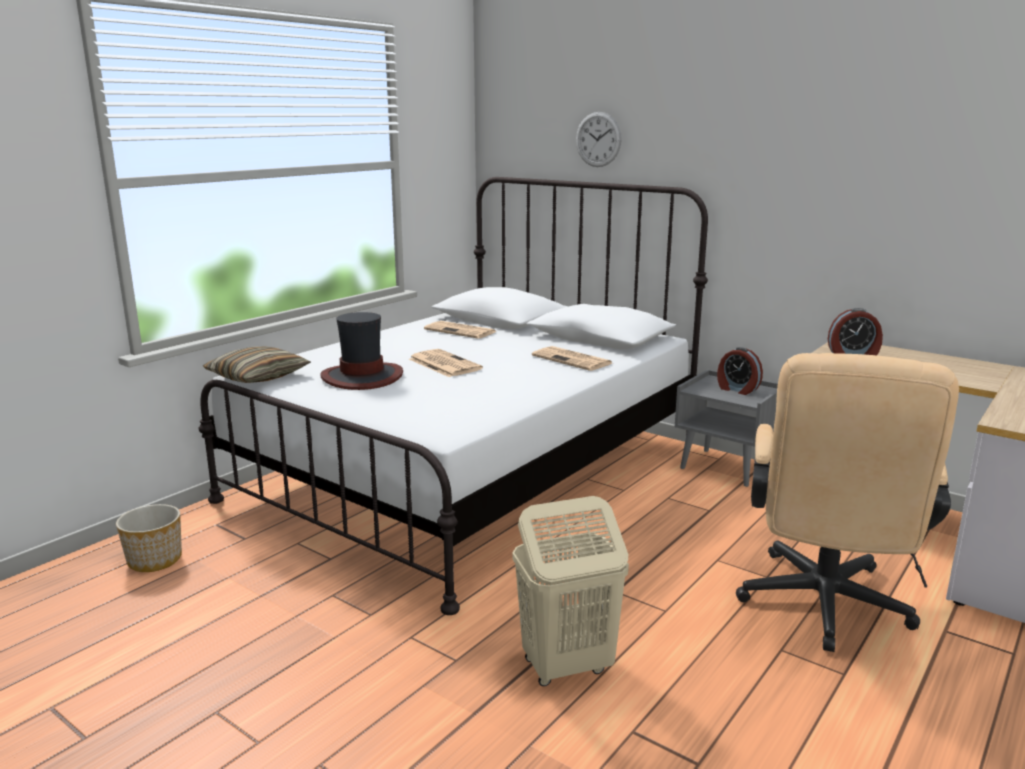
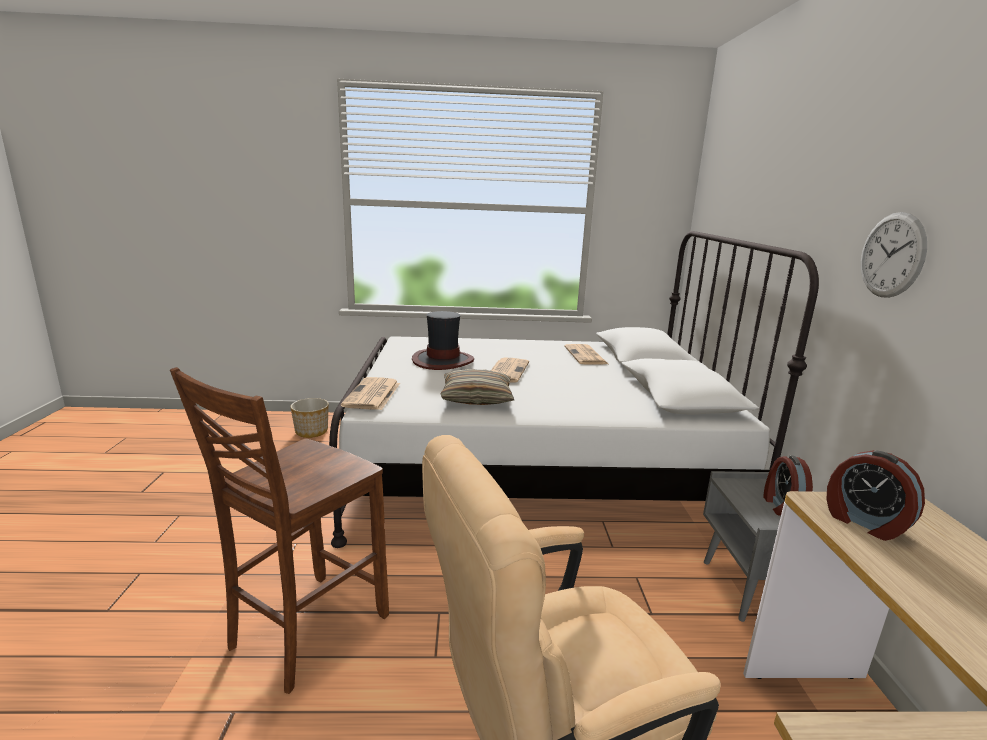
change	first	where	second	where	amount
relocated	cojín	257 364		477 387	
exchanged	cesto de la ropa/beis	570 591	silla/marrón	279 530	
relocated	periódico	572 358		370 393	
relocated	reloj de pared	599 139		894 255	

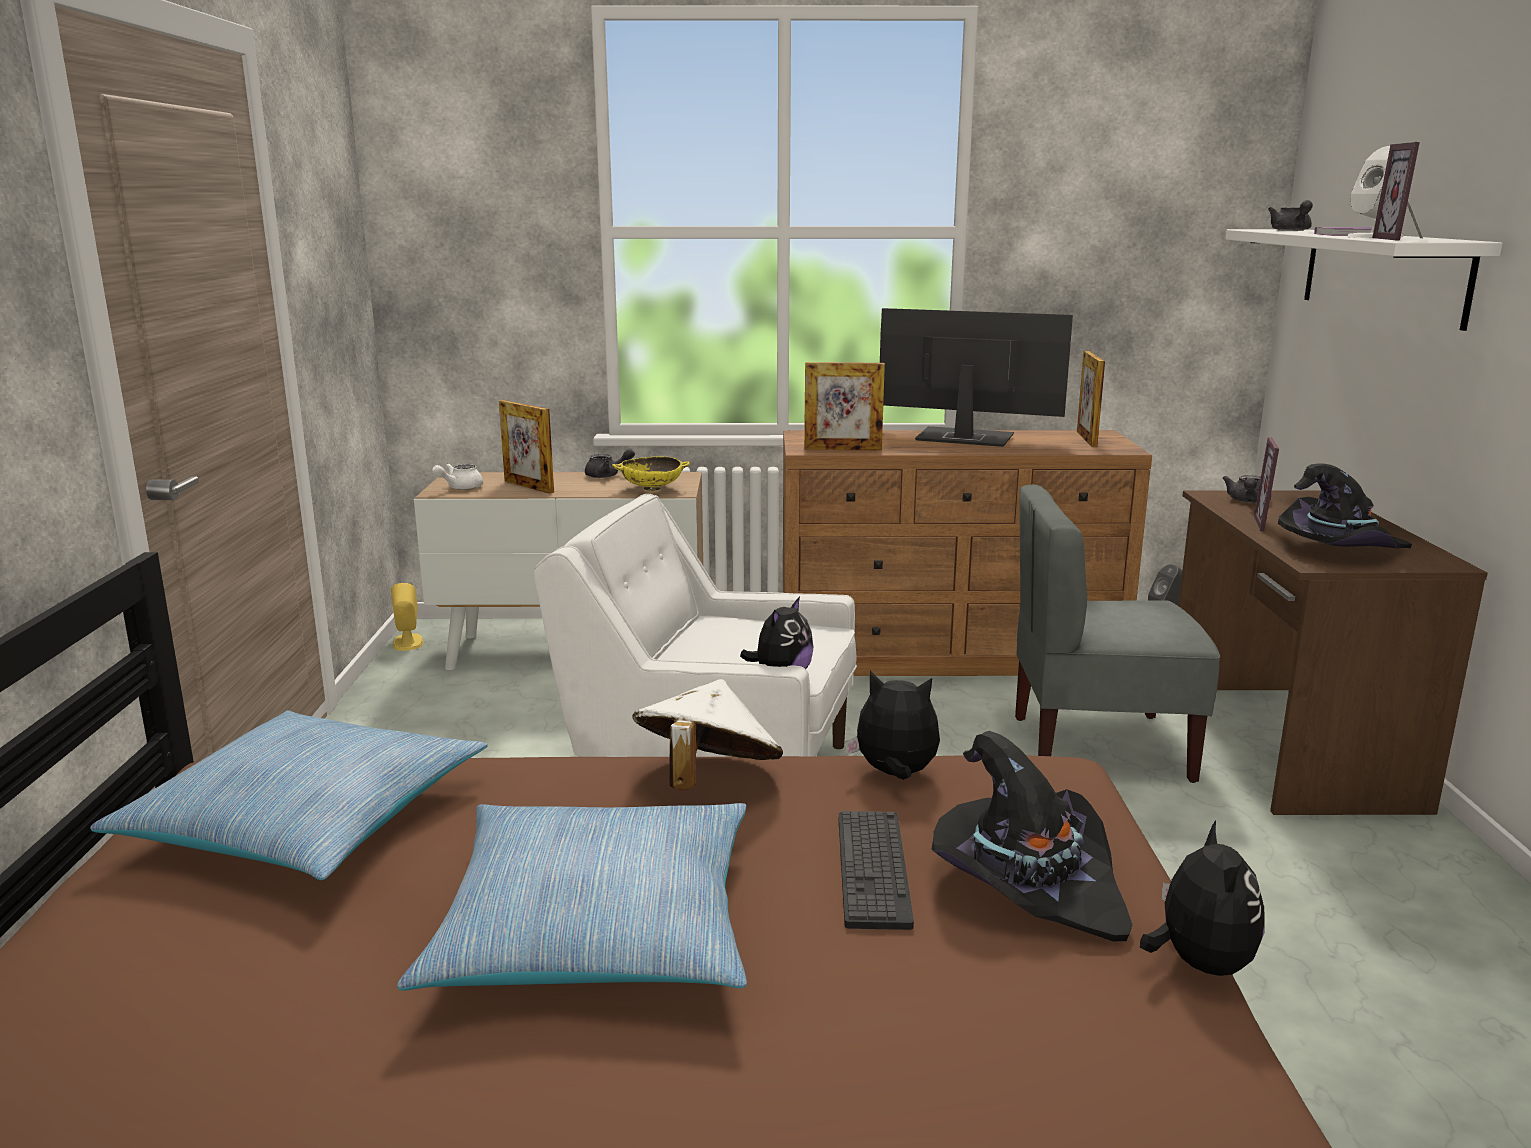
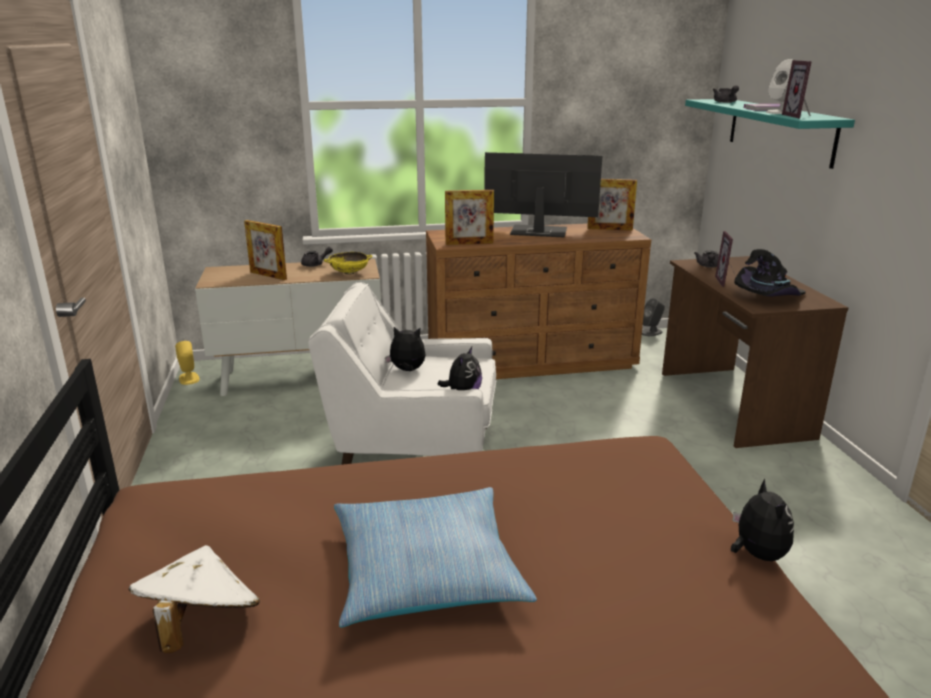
change	first	where	second	where	amount
missing	cojín	289 795			
missing	tetera/blanco	457 477			
relocated	sombrero/blanco	707 735		194 599	
missing	teclado	876 870			
relocated	peluche	892 725		405 349	
missing	sombrero/negro	1032 836			
missing	silla/gris	1117 634			
spun	portarretratos	1091 399		612 205	75 degrees counterclockwise
colour	estante/blanco	1364 280	estante/turquesa	770 134	

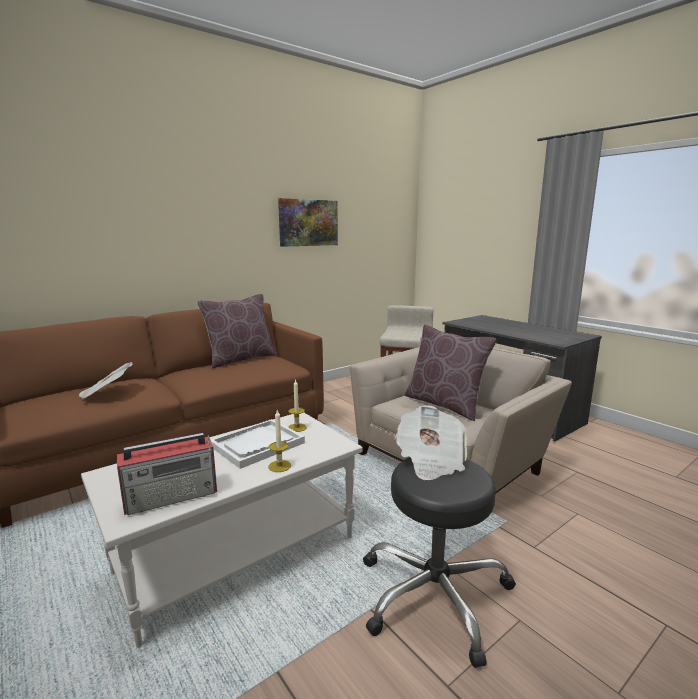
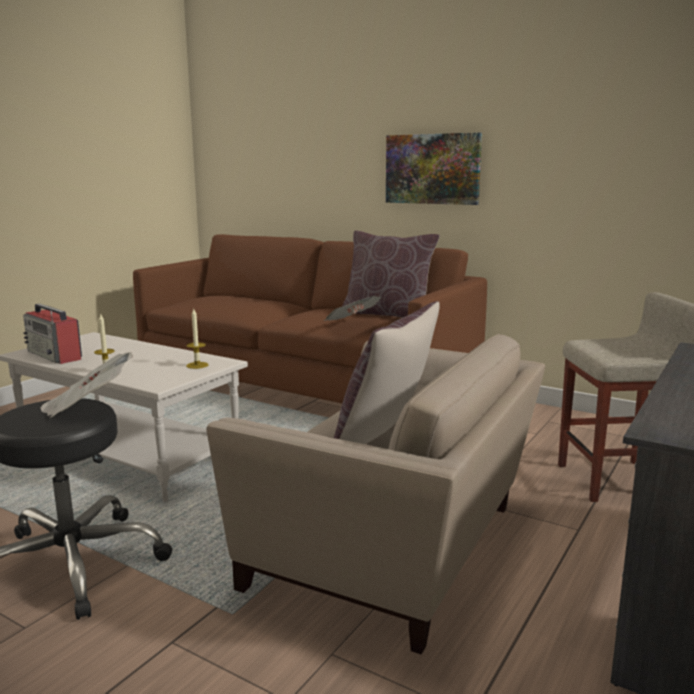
change	first	where	second	where	amount
relocated	periódico	105 381		352 308	
missing	bandeja/blanco	258 444			
relocated	cuadro	308 222		434 168	

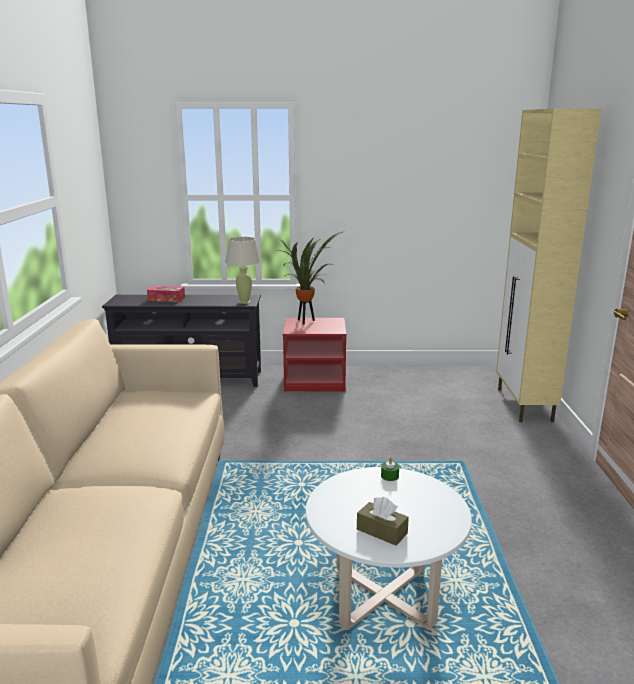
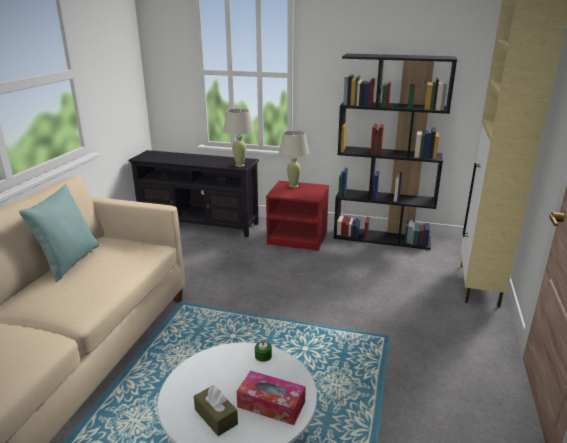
change	first	where	second	where	amount
relocated	caja de pañuelos	166 294		271 398	
exchanged	planta en maceta	309 277	lámpara de mesa/beis	294 159	
appeared			cojín/turquesa	59 233	
appeared			estantería/negro	395 152	

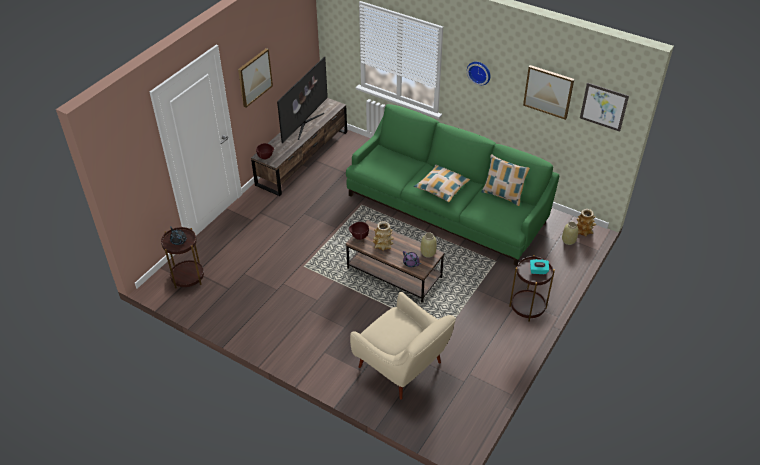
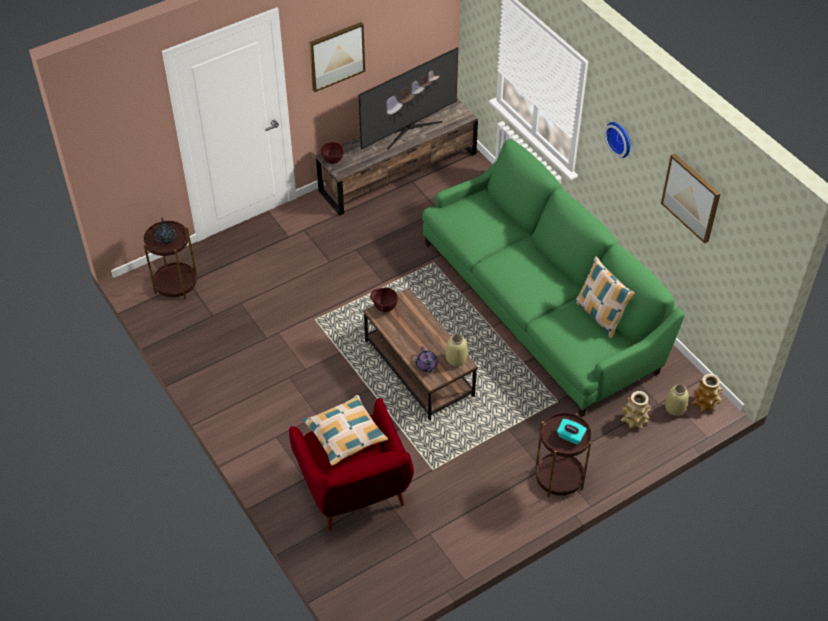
change	first	where	second	where	amount
colour	sillón/beis	403 346	sillón/rojo	351 464	
relocated	florero	383 236		636 410	
relocated	cojín	442 183		345 430	
missing	cuadro	604 107			

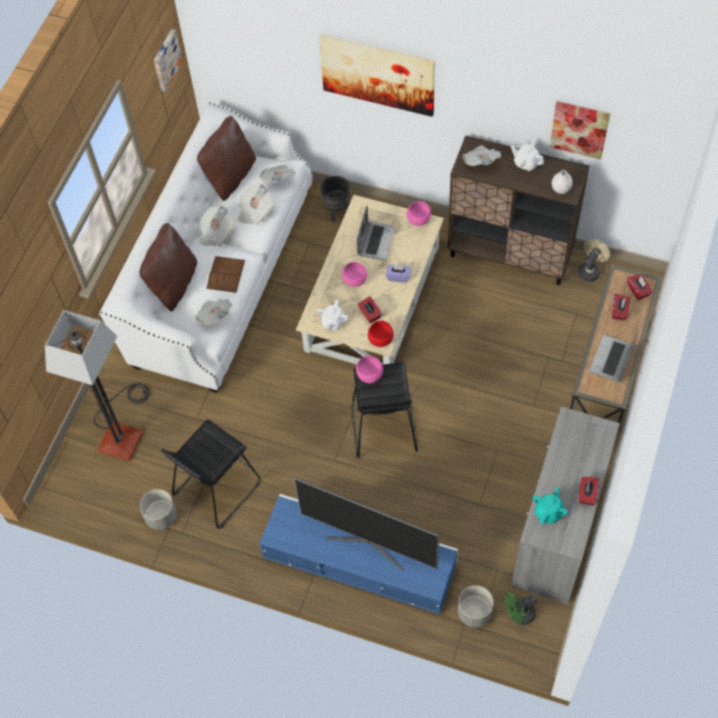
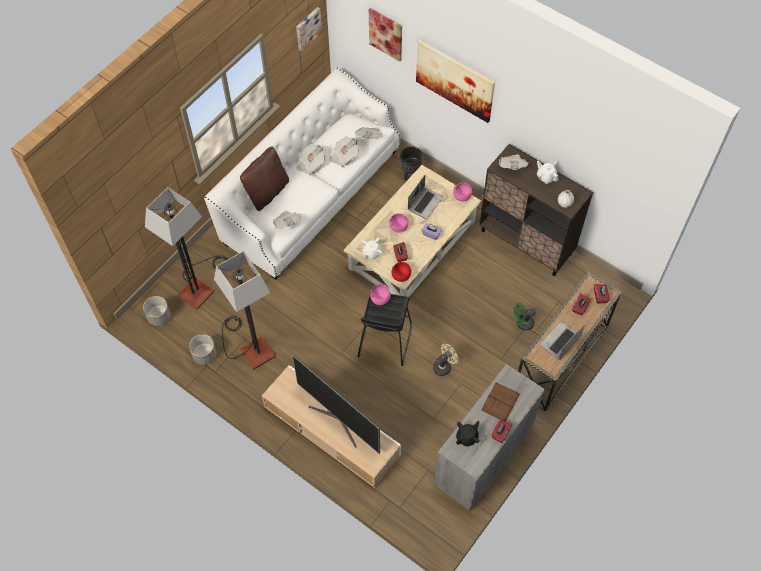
change	first	where	second	where	amount
exchanged	taburete/negro	210 474	lámpara de pie	245 310	
missing	cojín/marrón	226 158			
relocated	libro/marrón	225 274		500 402	
colour	mueble de televisión/azul	358 554	mueble de televisión/beis	331 426	
relocated	maceta/gris	475 607		157 311	
relocated	ventilador/verde	521 608		525 316	
colour	tetera/turquesa	551 506	tetera/negro	467 433	
relocated	cuadro	580 130		385 35	
relocated	ventilador/beis	594 260		445 360	

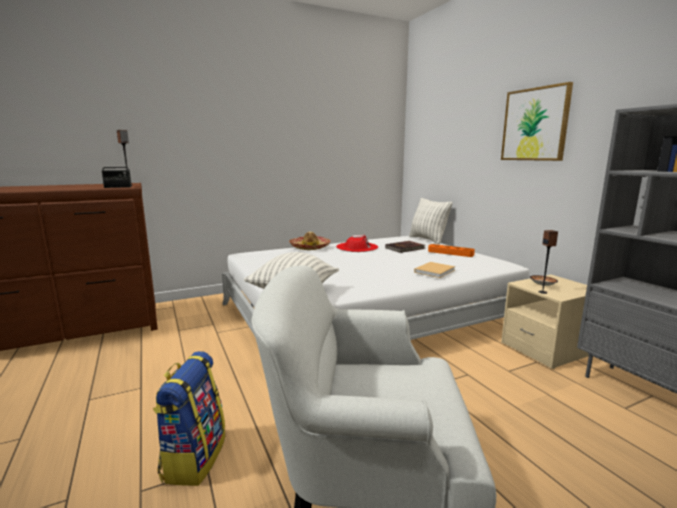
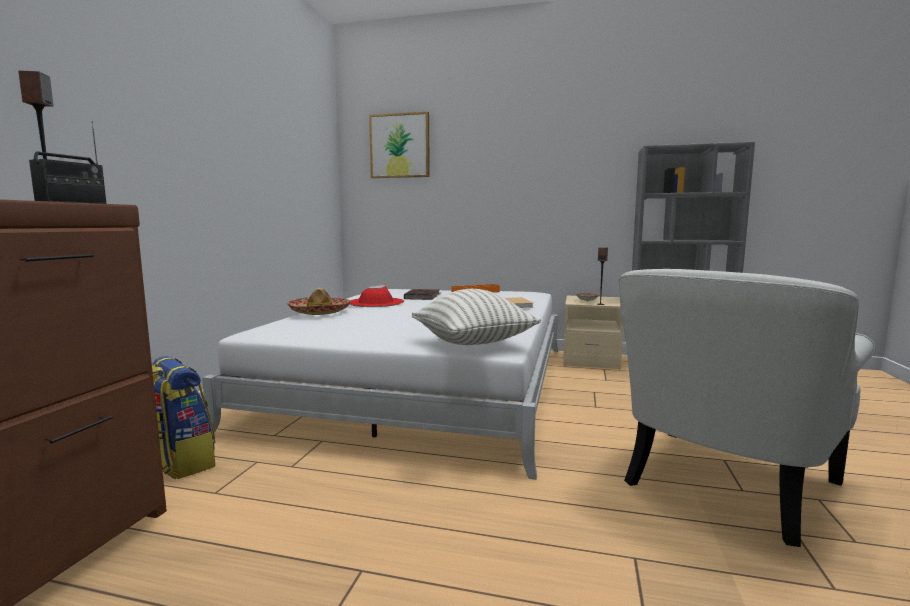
change	first	where	second	where	amount
relocated	mochila	189 418		183 417	
missing	cojín	431 221			
relocated	cuadro	537 121		399 145	

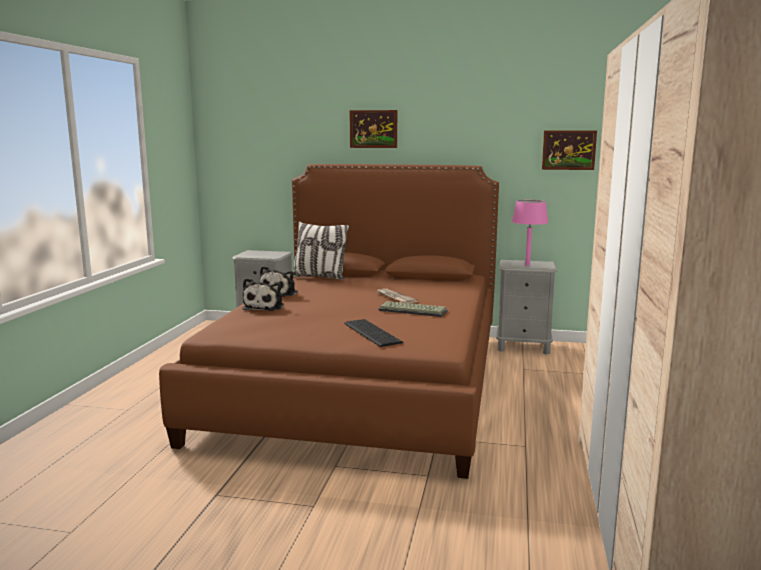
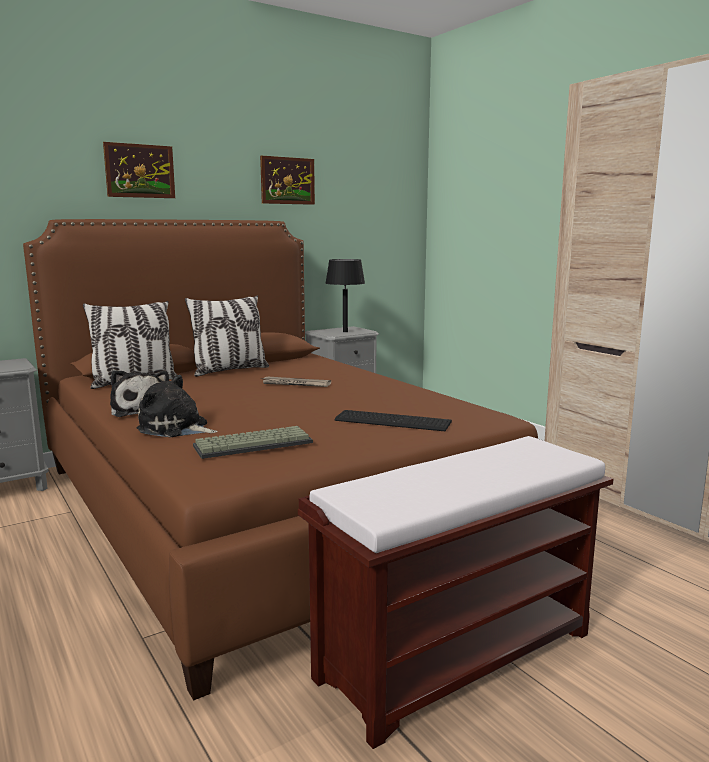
change	first	where	second	where	amount
spun	peluche	263 294		177 406	150 degrees clockwise
relocated	teclado	413 309		253 442	
colour	lámpara de mesa/rosa	530 233	lámpara de mesa/negro	345 295	
relocated	cuadro	569 150		287 180	
appeared			cojín	227 336	
appeared			banco/marrón	455 592	

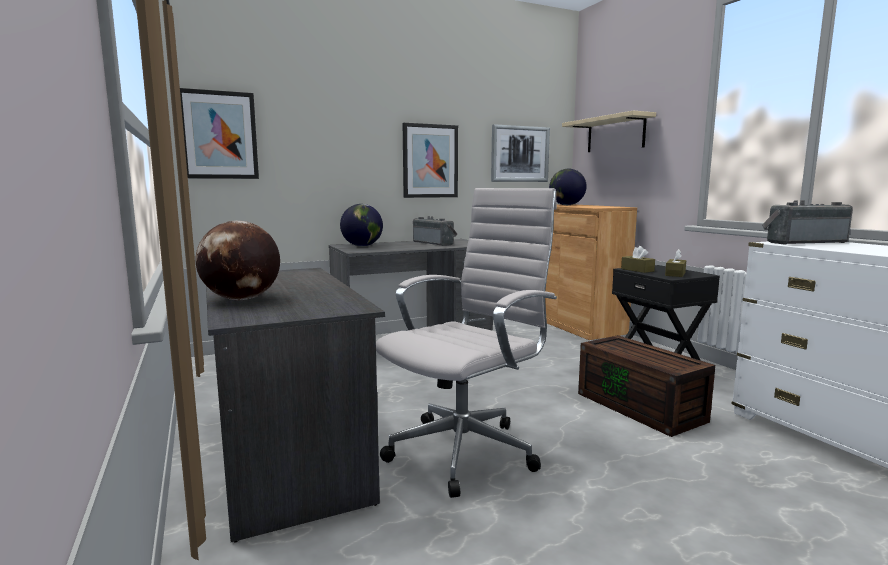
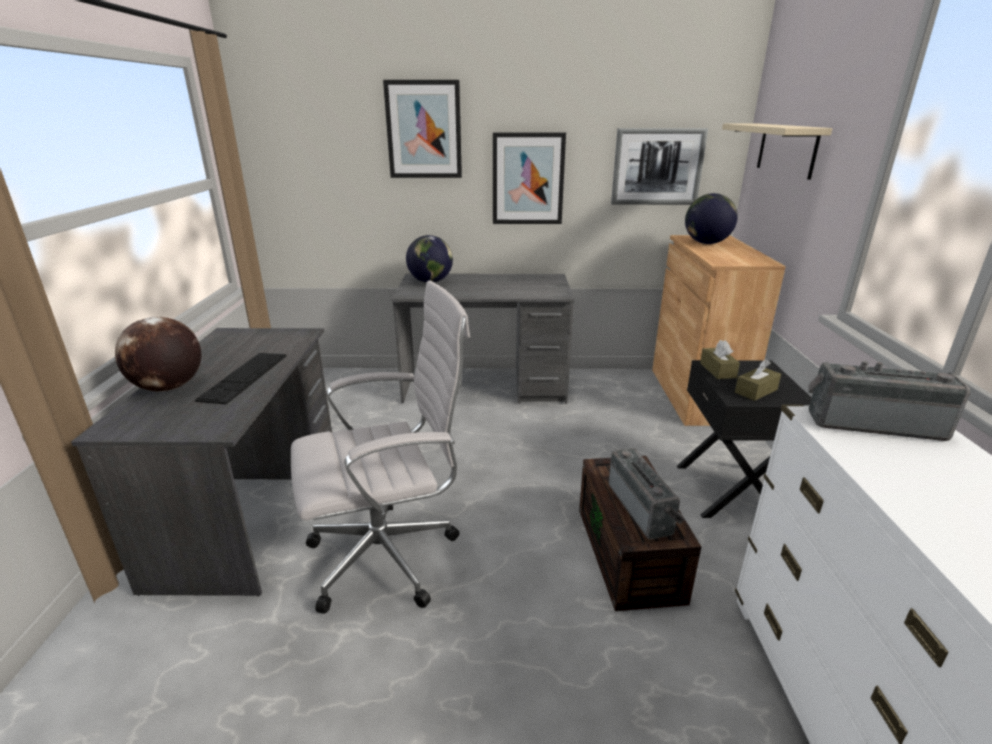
change	first	where	second	where	amount
relocated	cuadro	219 133		422 129	
relocated	radio	435 231		646 494	
appeared			teclado	241 378	

